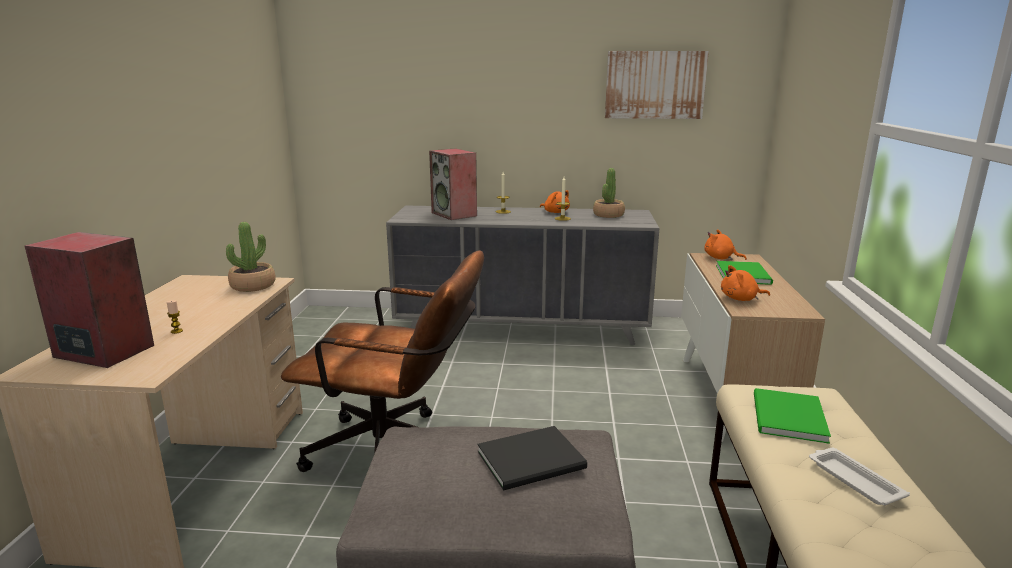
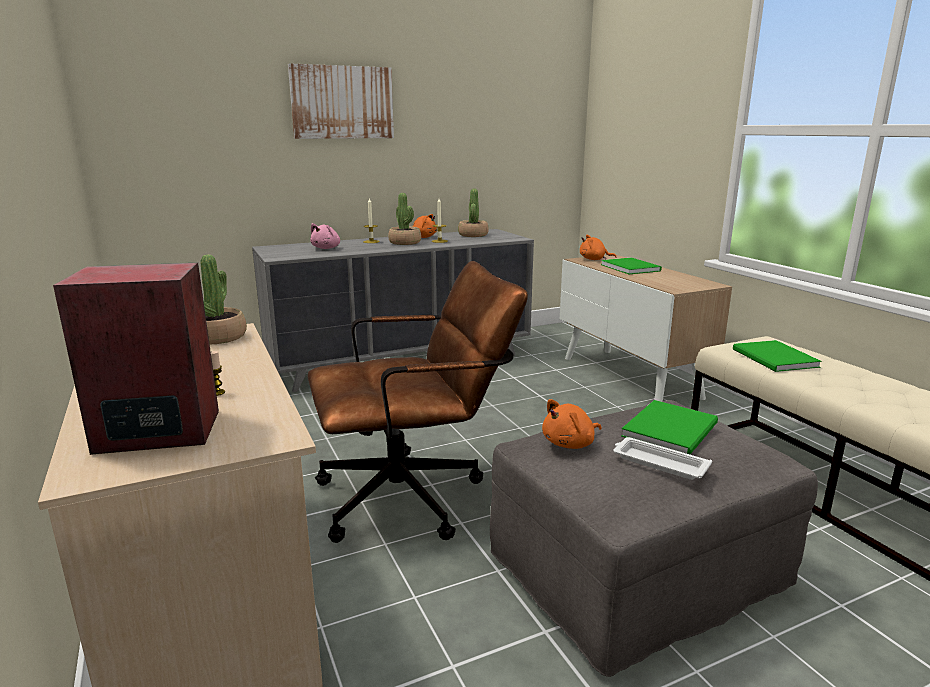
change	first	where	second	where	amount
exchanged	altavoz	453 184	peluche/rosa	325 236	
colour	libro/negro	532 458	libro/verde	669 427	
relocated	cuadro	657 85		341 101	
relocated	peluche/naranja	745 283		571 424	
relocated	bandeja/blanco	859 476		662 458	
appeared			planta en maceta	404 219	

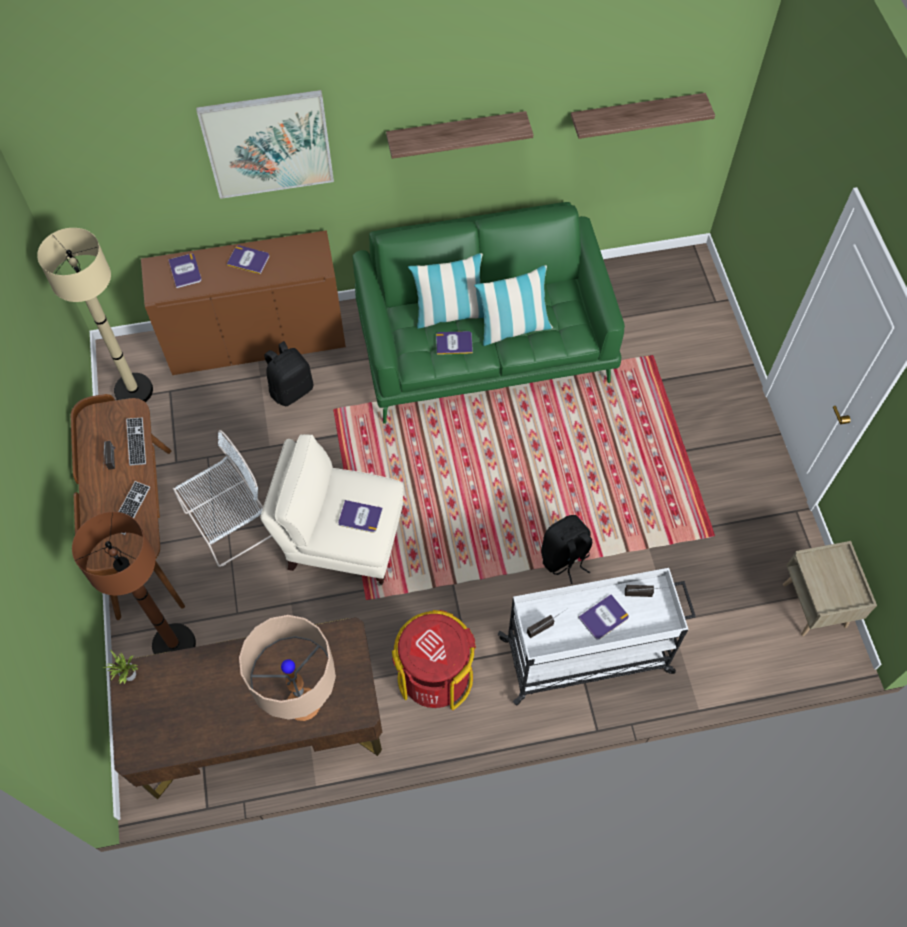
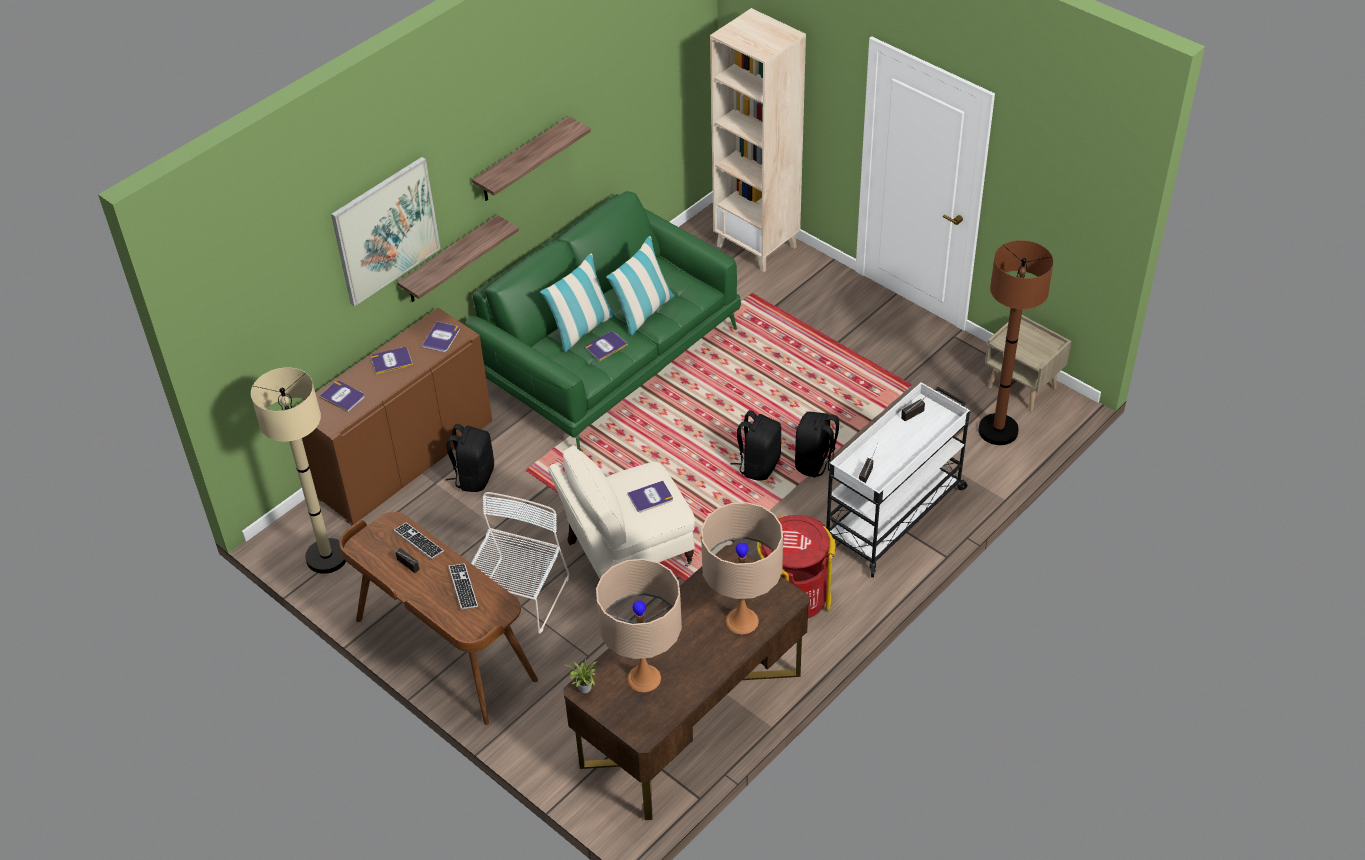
change	first	where	second	where	amount
relocated	lámpara de pie/marrón	134 583		1016 342	
relocated	estante	643 116		458 258	
relocated	libro	603 617		441 337	
appeared			lámpara de mesa/beis	639 626	
appeared			estantería/beis	758 140	
appeared			mochila/negro	756 445	

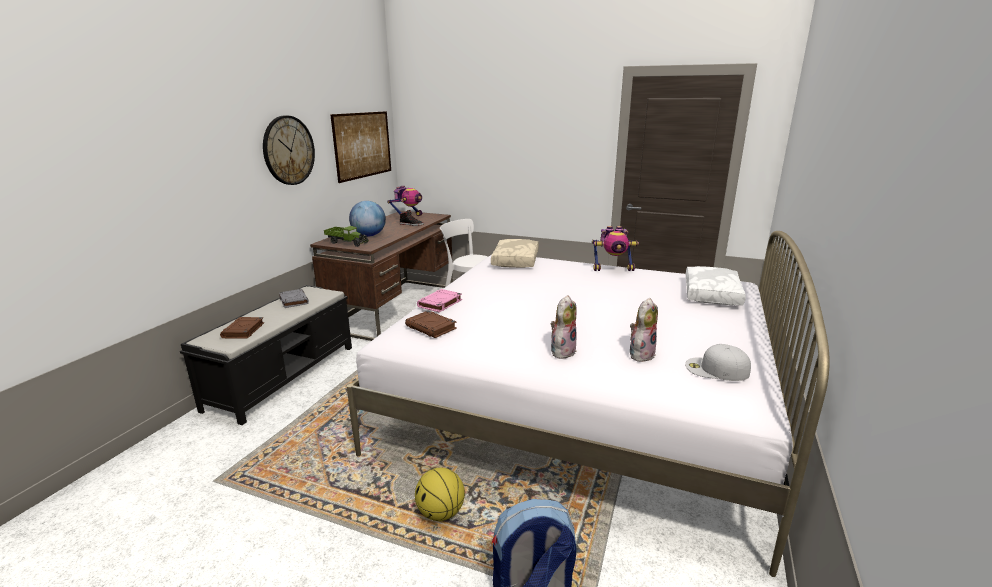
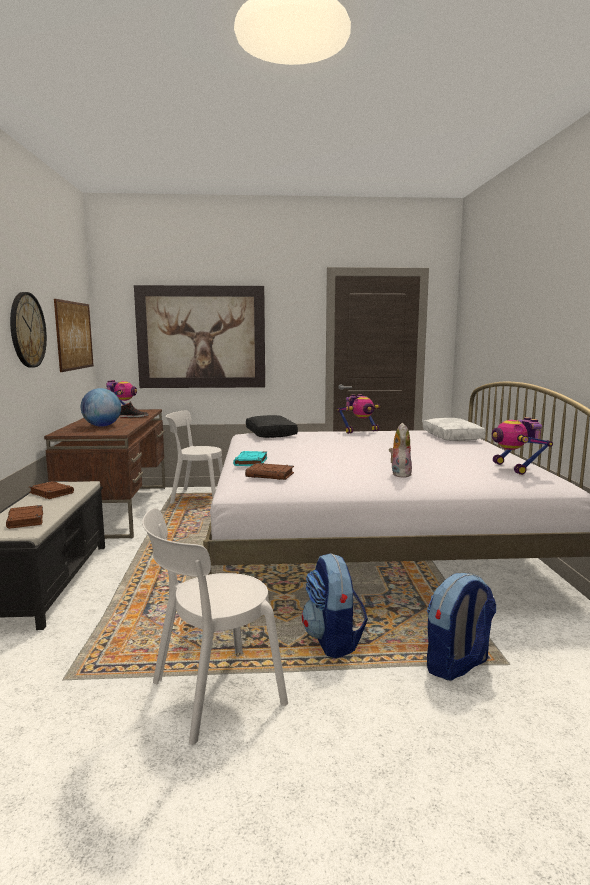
change	first	where	second	where	amount
colour	libro/gris	294 298	libro/marrón	51 490	
missing	camión de juguete	346 236			
exchanged	balón de baloncesto	440 494	mochila	335 605	
colour	libro/rosa	439 300	libro/turquesa	250 458	
colour	cojín/beis	515 253	cojín/negro	272 426	
missing	peluche	644 330			
exchanged	gorra/blanco	718 362	robot de juguete	522 446	
appeared			cuadro	199 336	
appeared			silla/blanco	215 626	

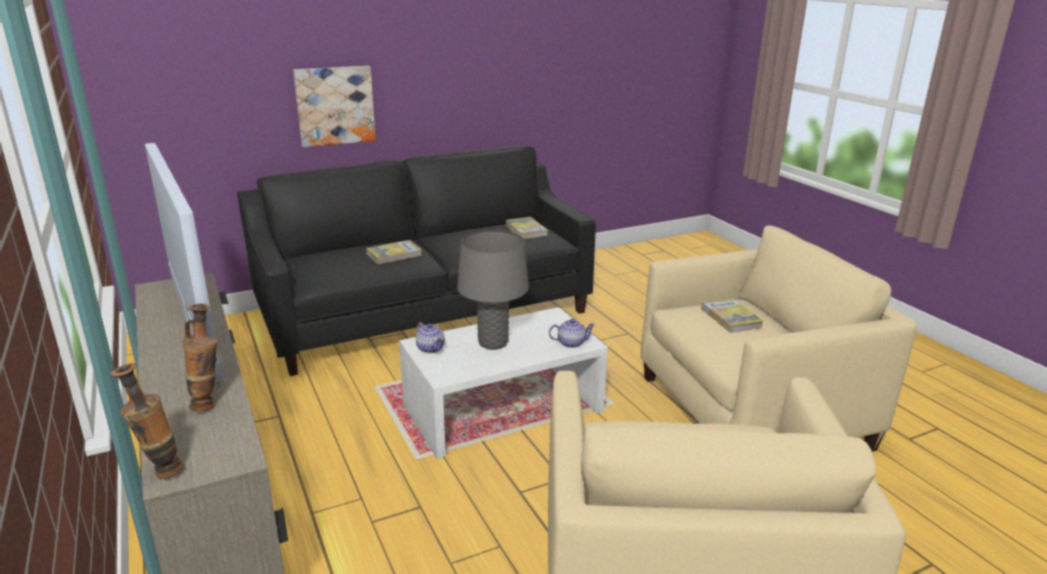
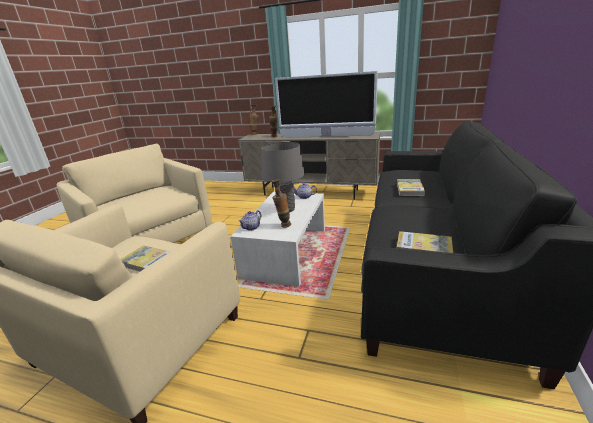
change	first	where	second	where	amount
missing	cuadro	334 106			
appeared			florero	281 203	

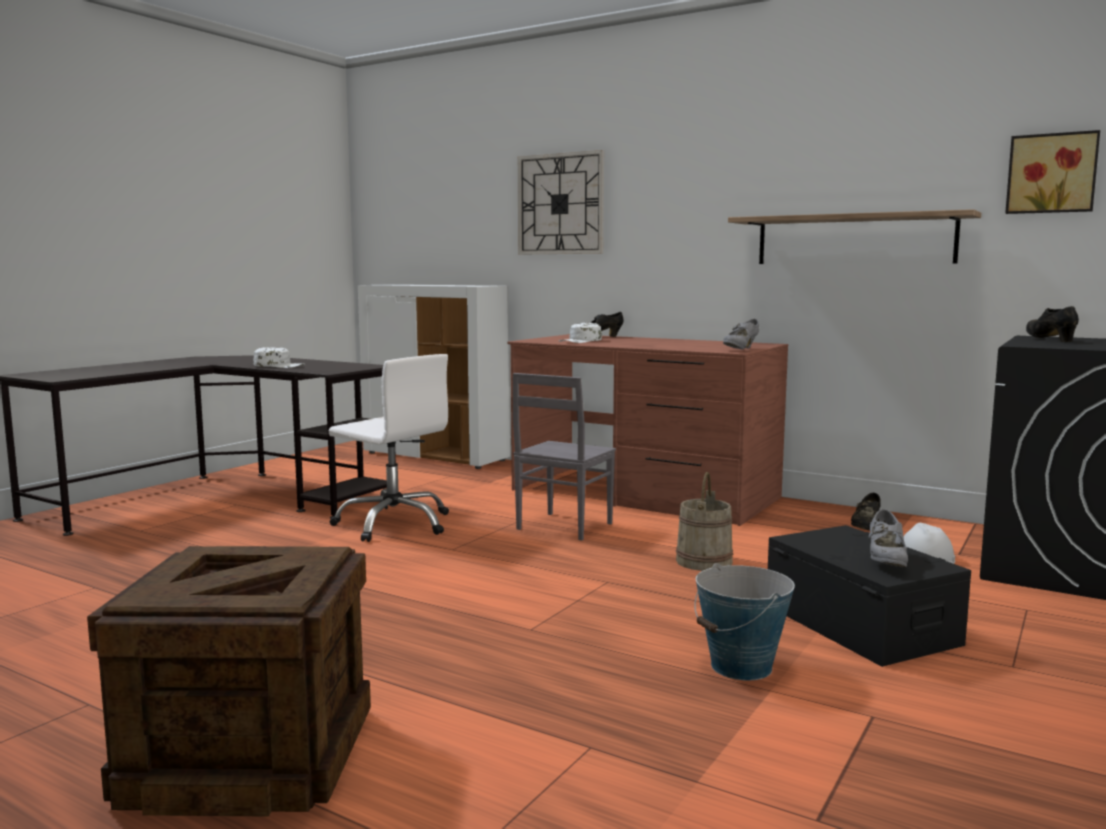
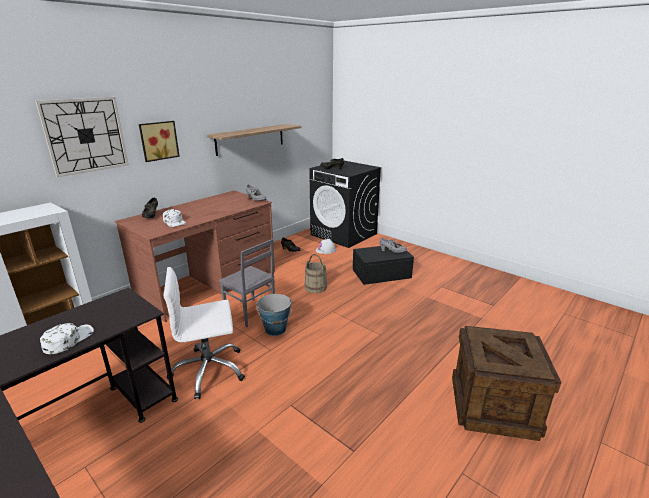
change	first	where	second	where	amount
spun	silla de oficina/blanco	389 448		204 333	150 degrees counterclockwise
relocated	cubo	744 621		274 315	
relocated	cuadro	1052 172		159 141	

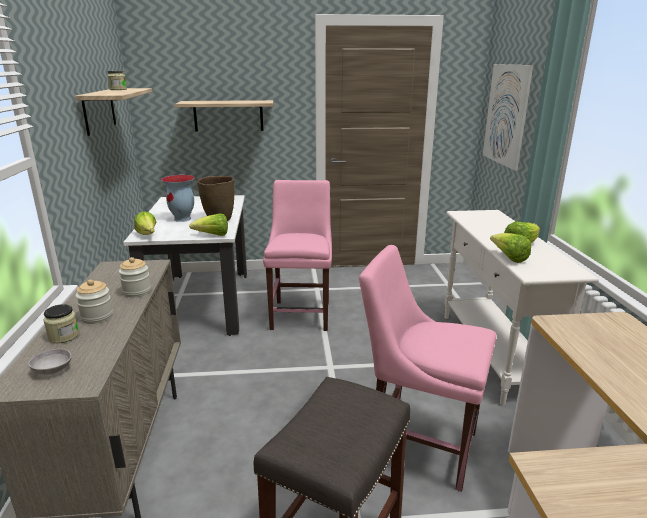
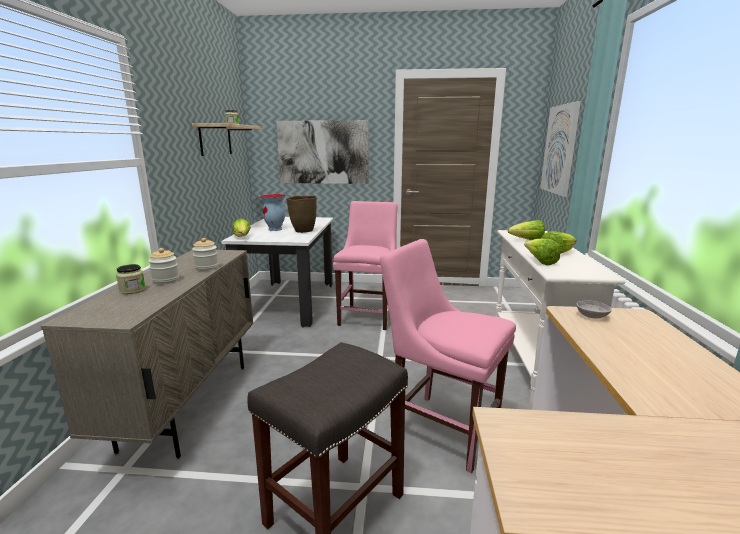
change	first	where	second	where	amount
relocated	cuenco/gris	50 362		594 309	
exchanged	estante	224 116	cuadro	322 152	
relocated	lechuga	208 224		526 230	

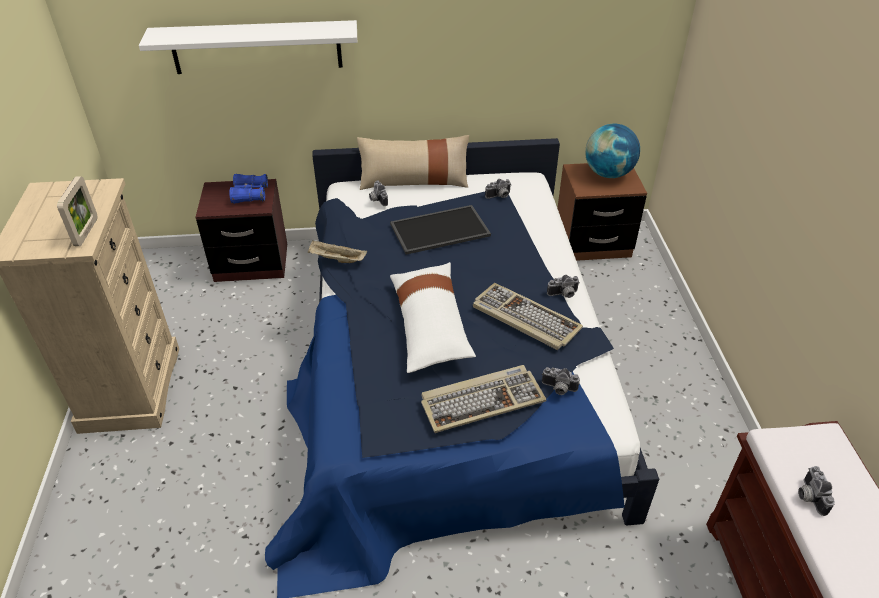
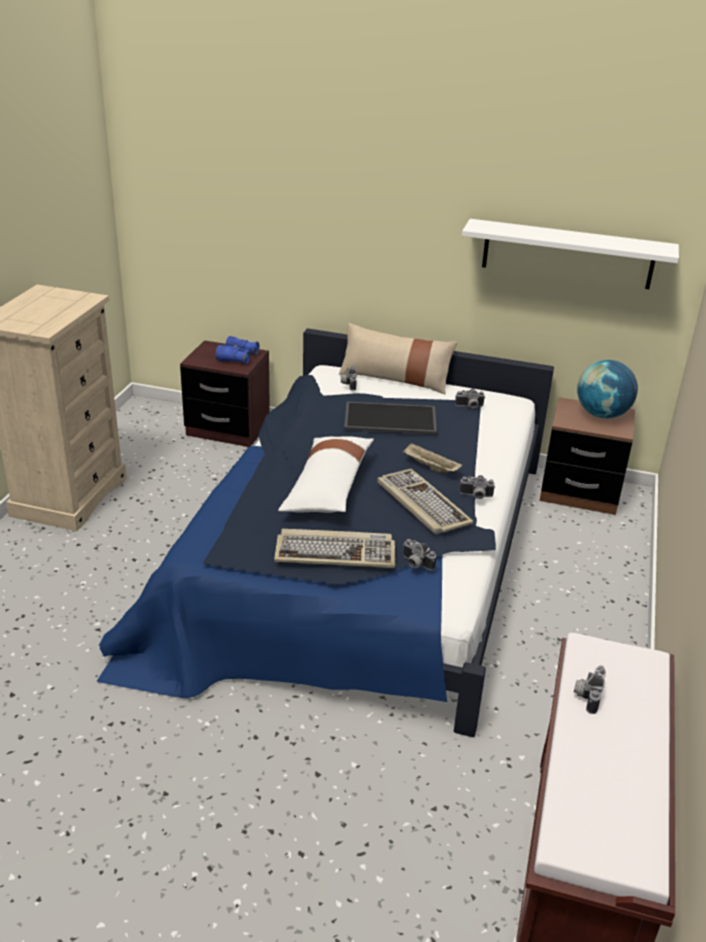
change	first	where	second	where	amount
missing	portarretratos	77 211			
relocated	estante/blanco	248 47		570 254	
relocated	bandeja/beis	337 252		432 458	

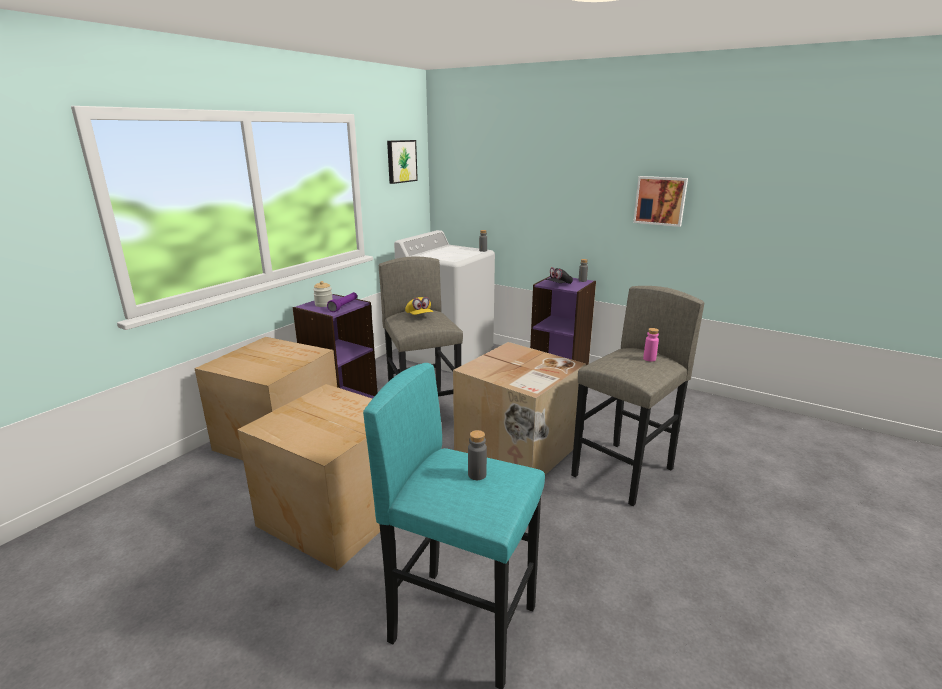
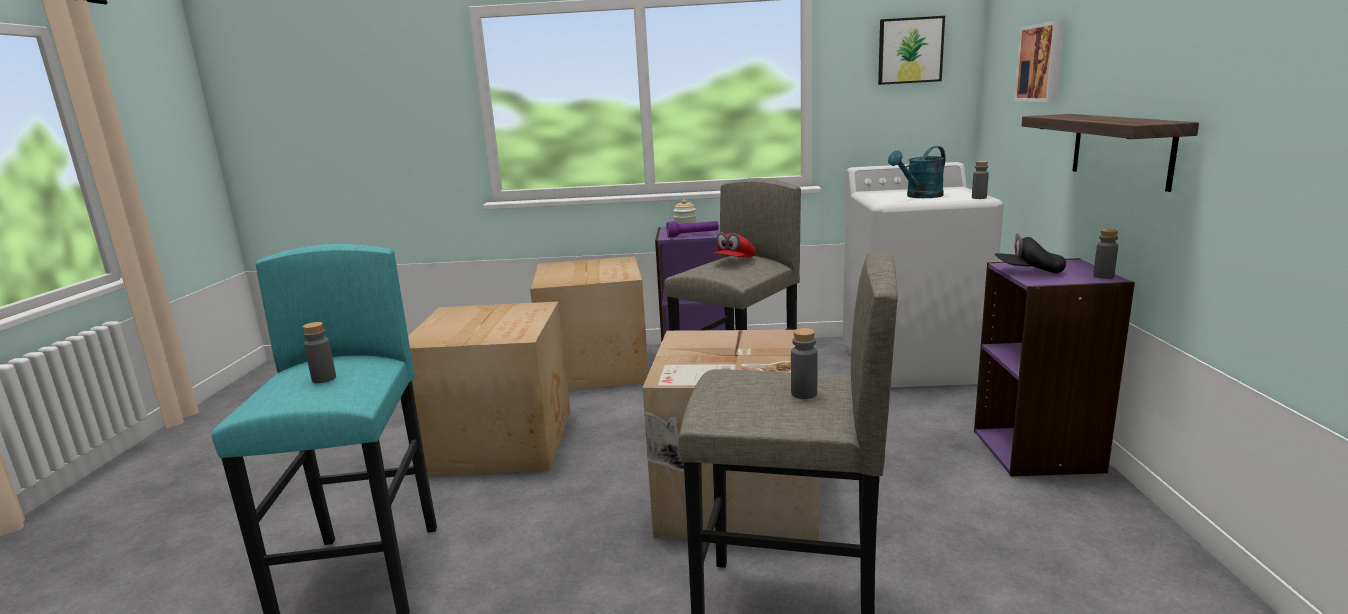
change	first	where	second	where	amount
colour	gorra/amarillo	419 306	gorra/rojo	733 244	
relocated	cuadro	660 201		1039 61	
colour	botella/rosa	651 345	botella/gris	804 363	
appeared			regadera/turquesa	916 172	
appeared			estante	1110 153	

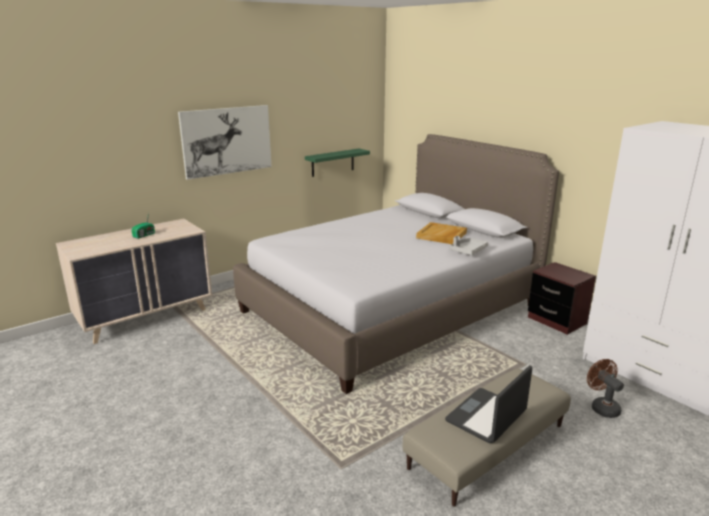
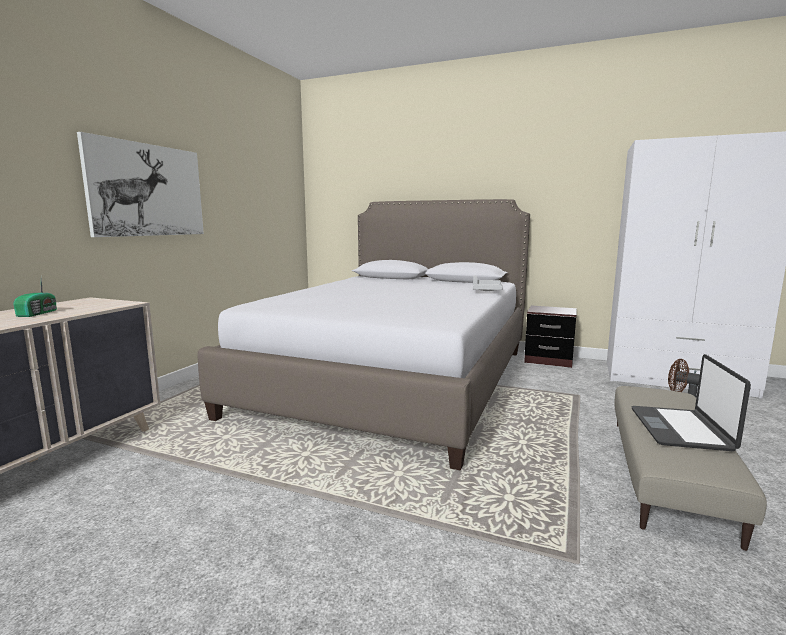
change	first	where	second	where	amount
missing	estante/verde	337 163			
missing	bandeja/beis	441 233			

